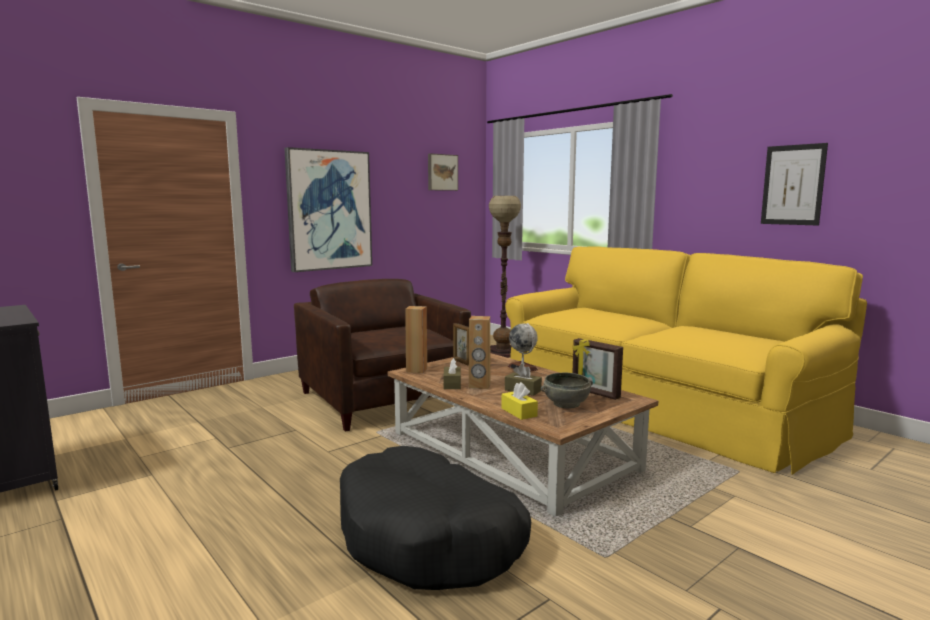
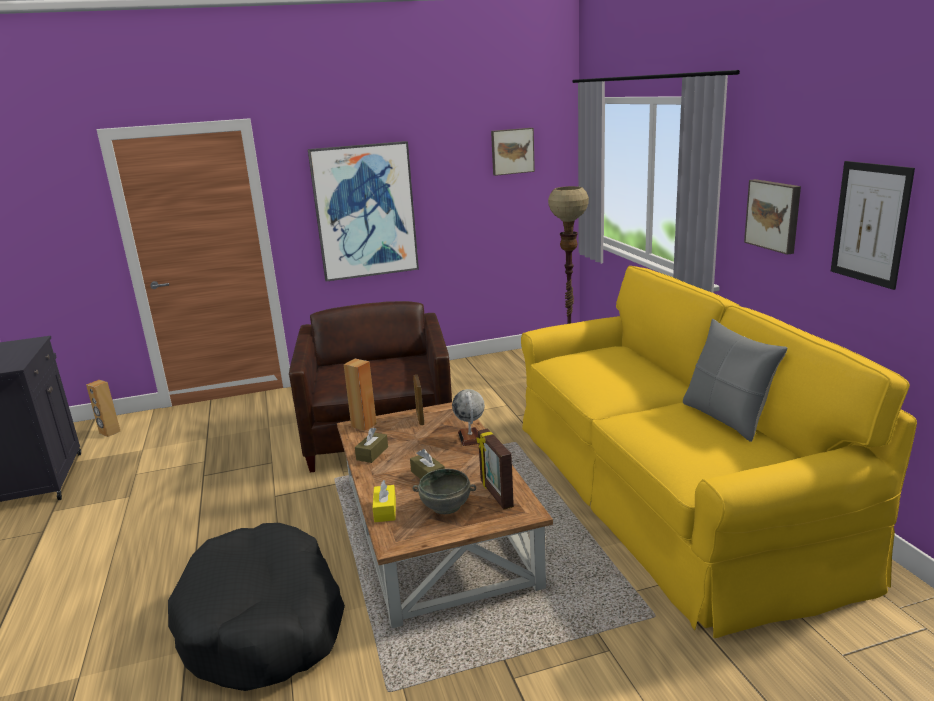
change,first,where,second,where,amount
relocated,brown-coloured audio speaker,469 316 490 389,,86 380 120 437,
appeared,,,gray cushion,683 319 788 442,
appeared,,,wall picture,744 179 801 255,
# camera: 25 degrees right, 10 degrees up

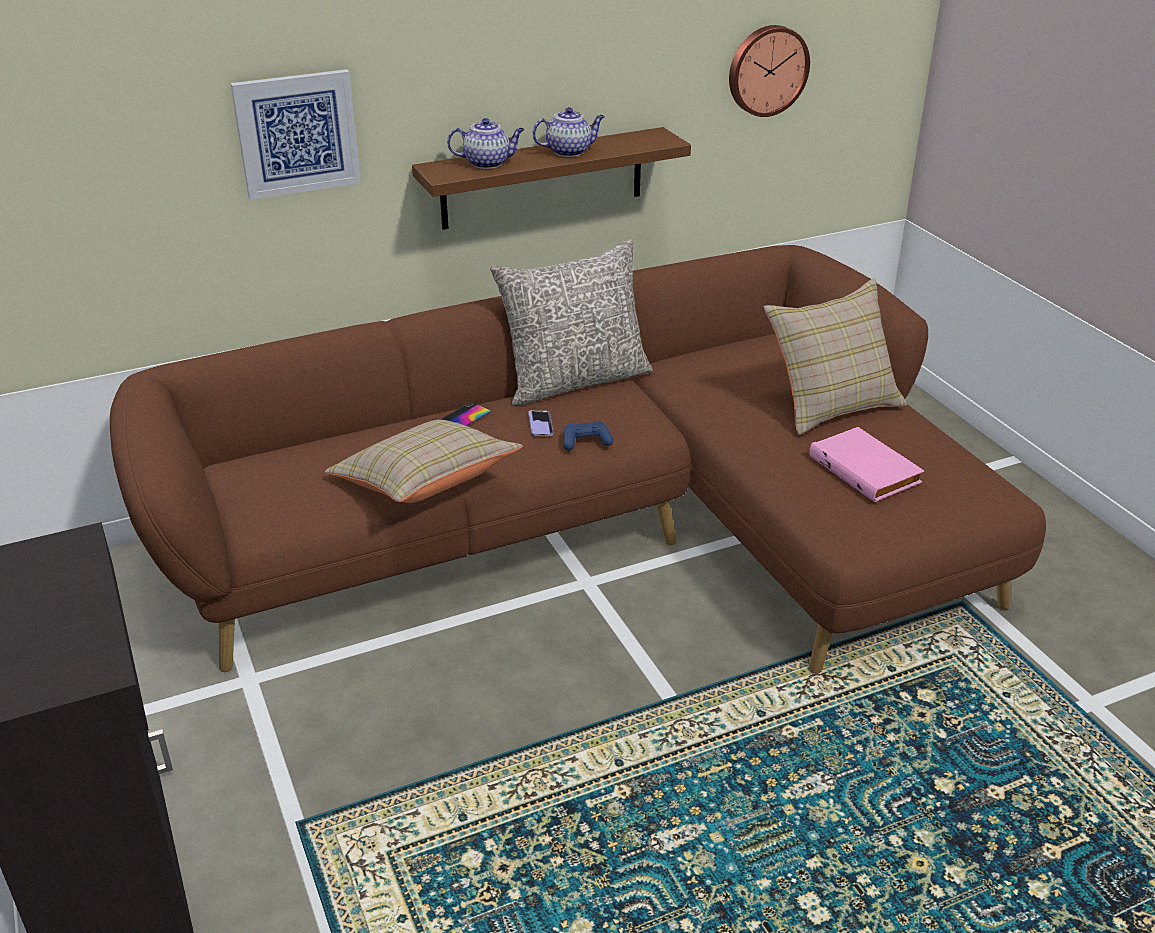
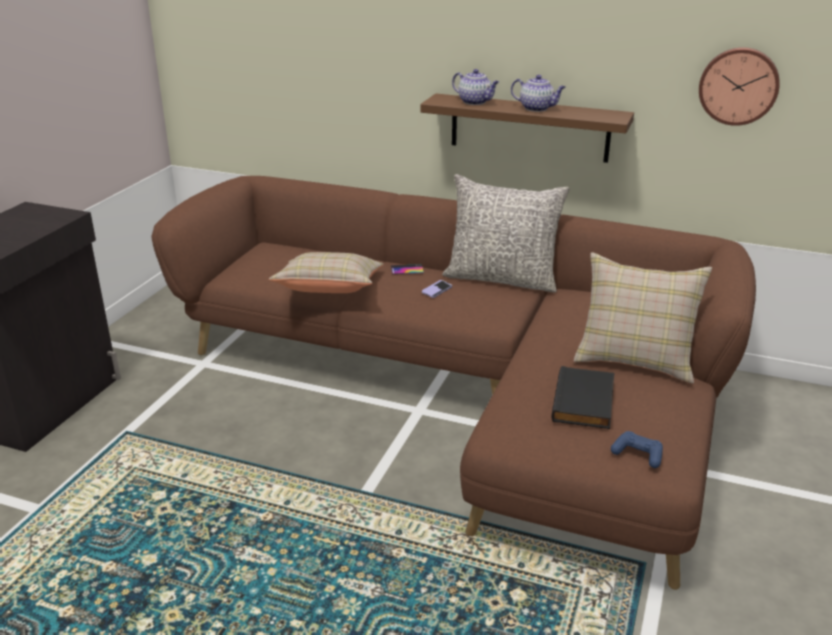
change,first,where,second,where,amount
colour,pinkish volume,809 427 924 502,blackish volume,551 366 615 429,
relocated,bluish game controller,563 421 614 451,,611 431 663 468,
missing,wall picture,231 69 361 200,,,
# camera: 45 degrees right, 5 degrees down

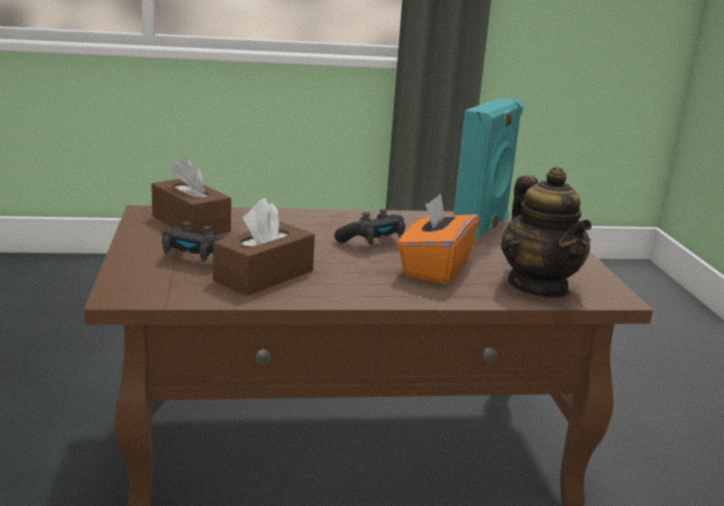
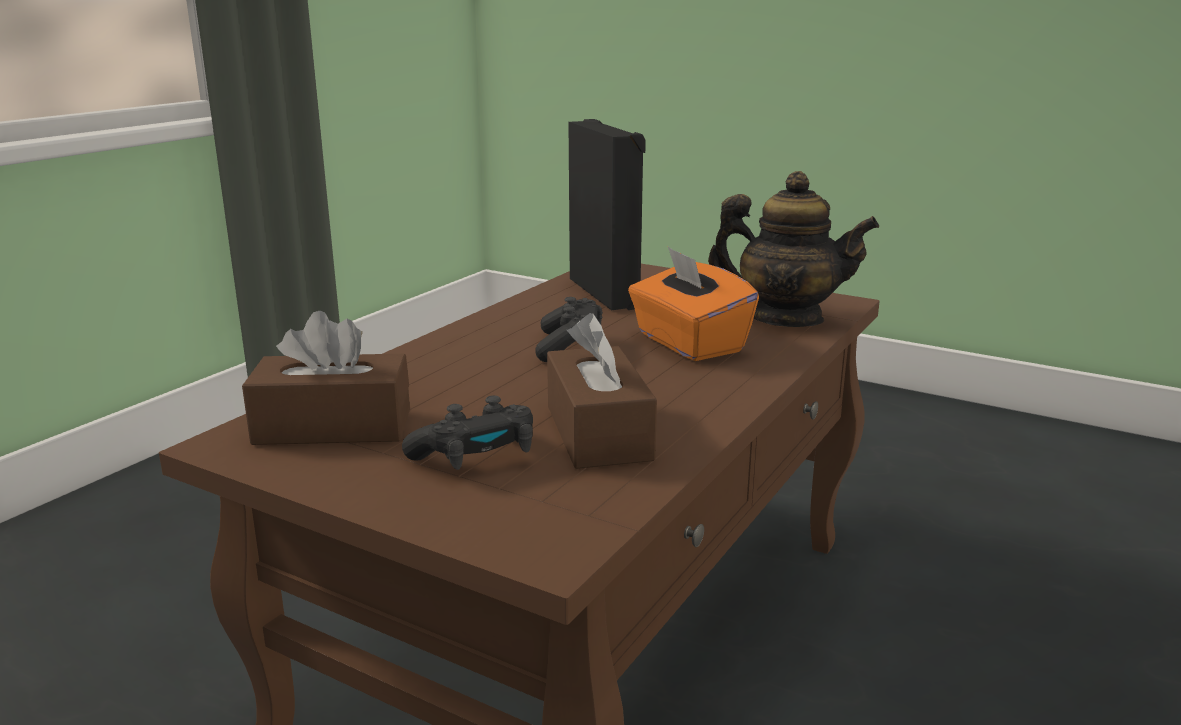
change,first,where,second,where,amount
colour,turquoise-coloured audio speaker,453 98 523 241,blackish audio speaker,568 119 646 310,
# camera: 50 degrees left, 0 degrees up

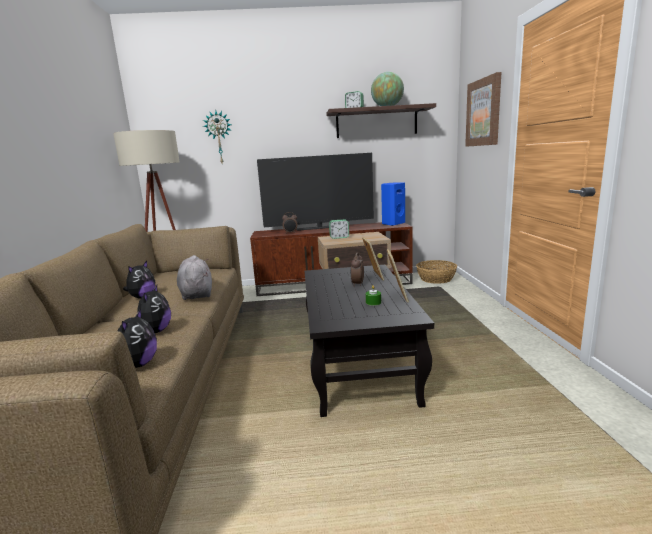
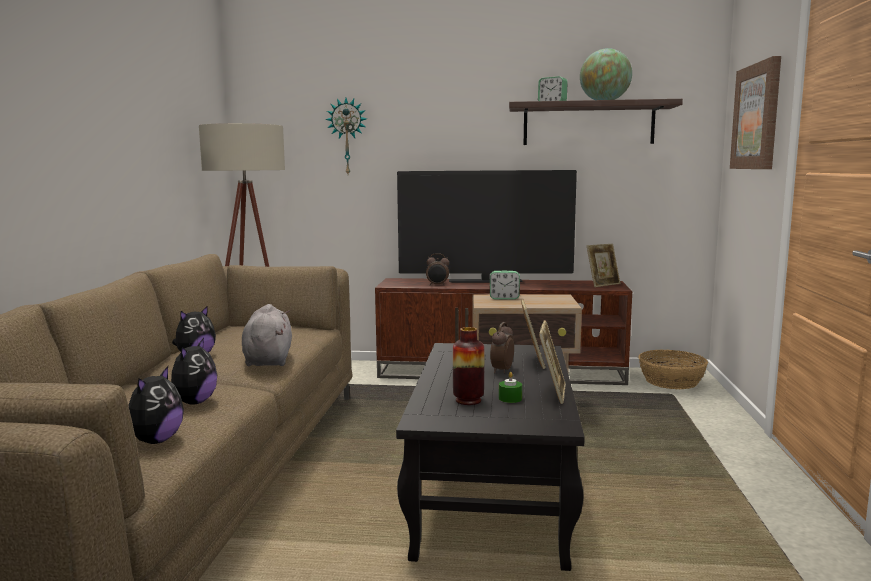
change,first,where,second,where,amount
appeared,,,flower vase,453 327 484 405,
exchanged,bluish audio speaker,381 183 405 226,photo frame,587 244 621 287,
# camera: 10 degrees right, 5 degrees down

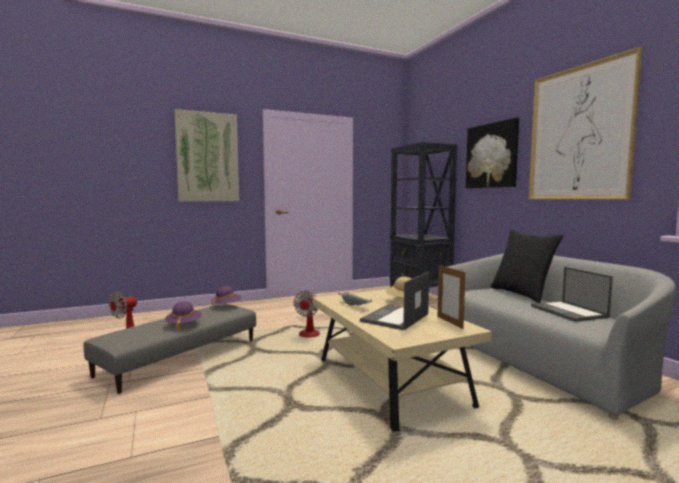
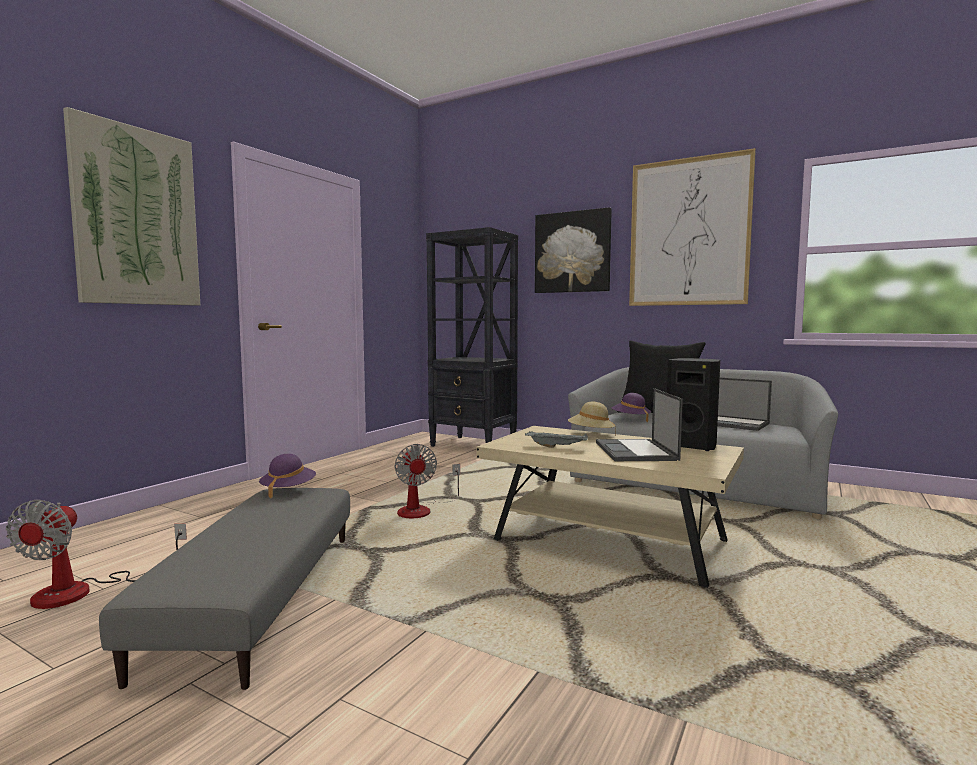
change,first,where,second,where,amount
relocated,purple wearable hat,165 301 202 331,,612 393 651 422,
exchanged,photo frame,438 264 465 329,blackish audio speaker,667 358 720 451,
# camera: 35 degrees left, 0 degrees up

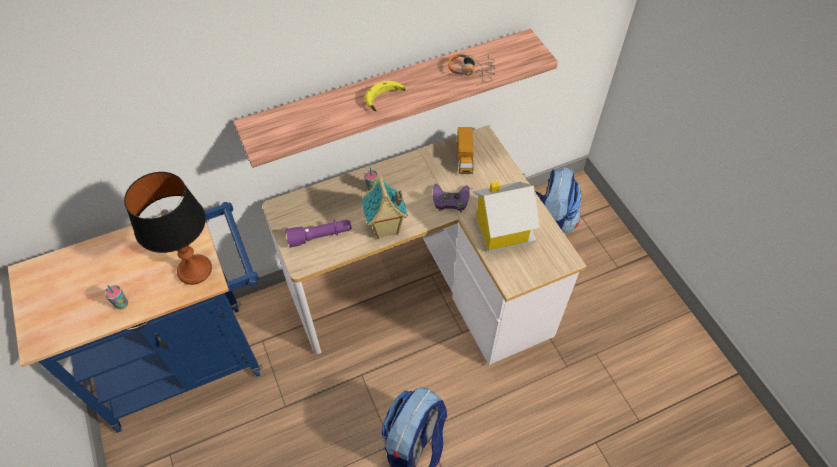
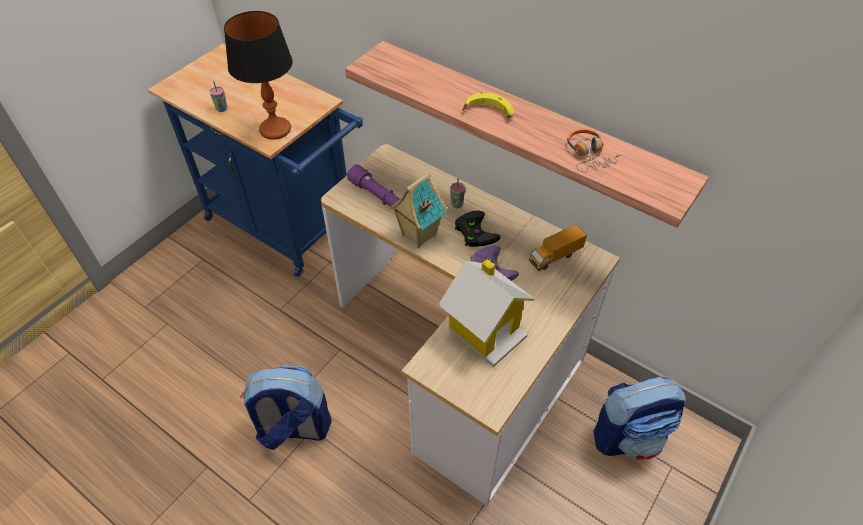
change,first,where,second,where,amount
appeared,,,blackish game controller,455 210 501 247,
# camera: 60 degrees right, 5 degrees down

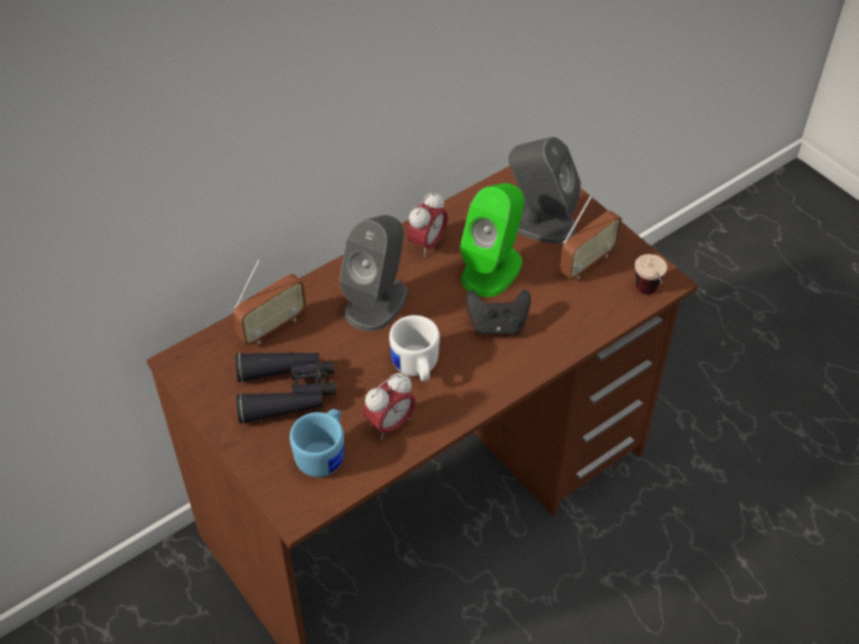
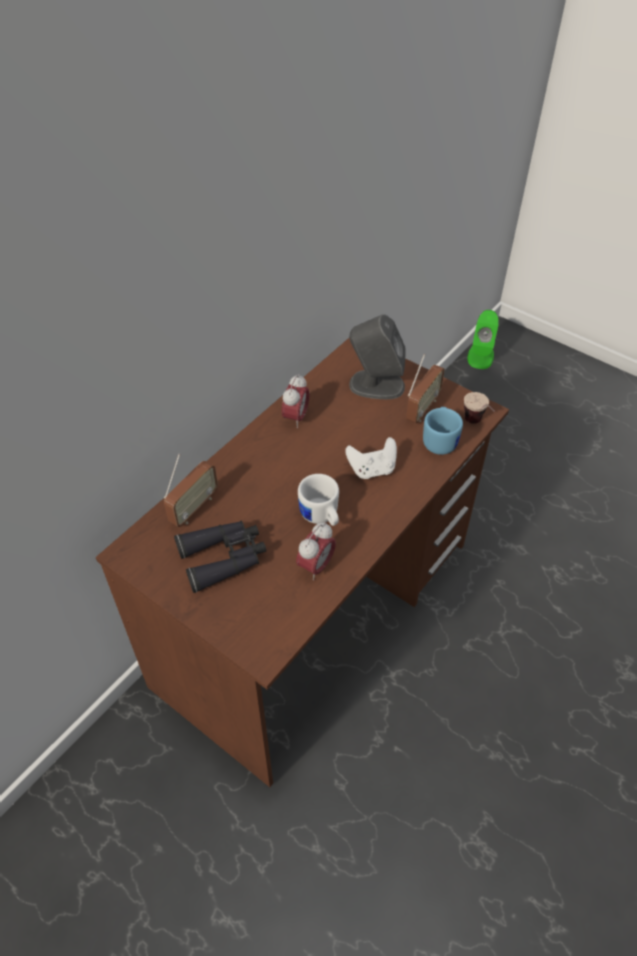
change,first,where,second,where,amount
colour,blackish game controller,466 290 531 335,white game controller,345 437 397 479,
relocated,bluish coffee mug,290 409 344 477,,423 407 463 455,
relocated,green audio speaker,460 183 524 297,,468 310 499 369,
missing,gray audio speaker,339 215 408 332,,,
# camera: 15 degrees left, 0 degrees up

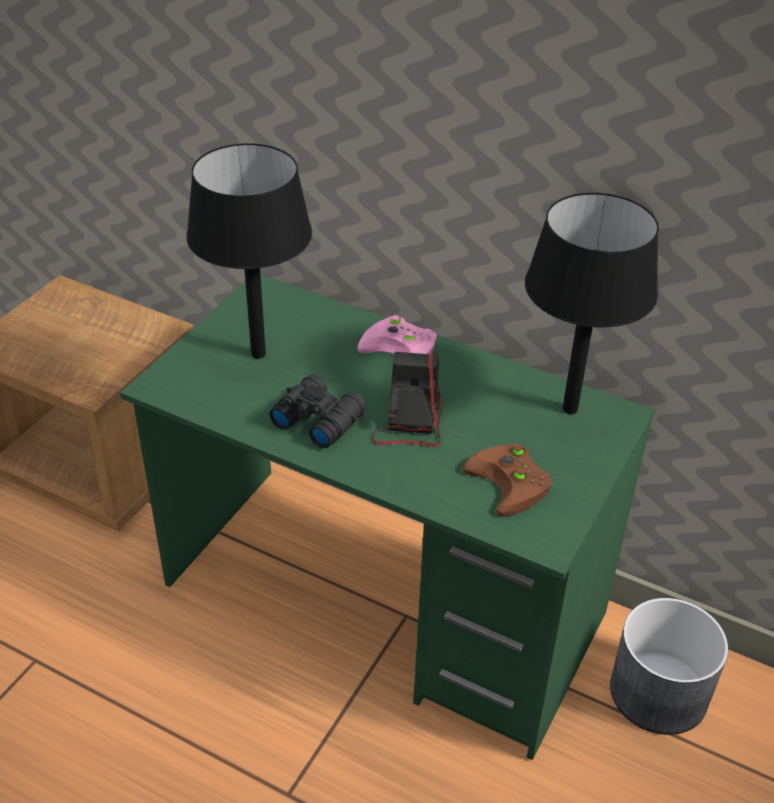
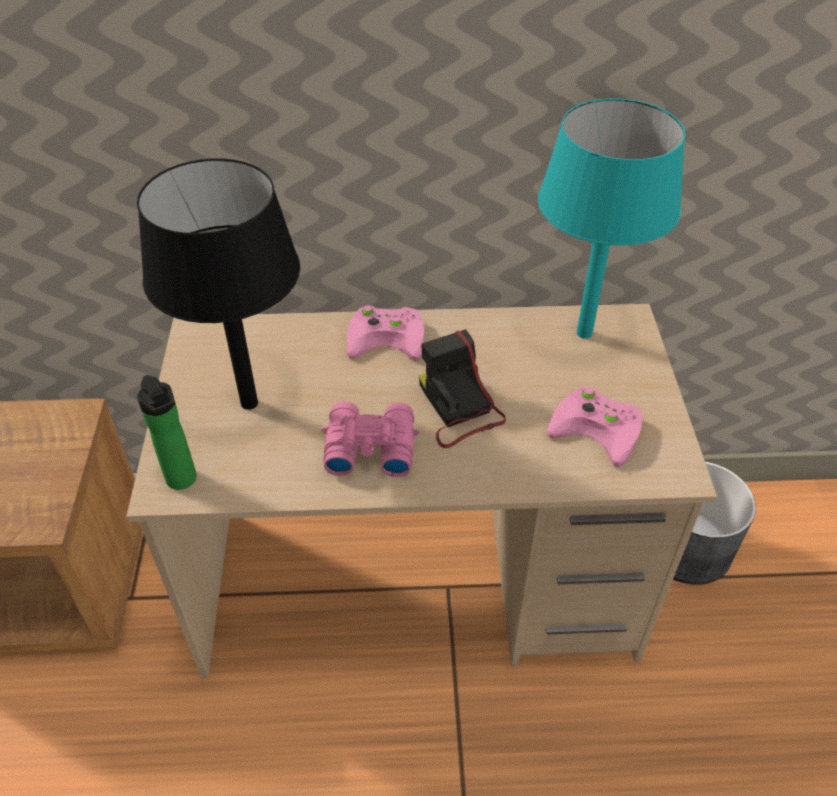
change,first,where,second,where,amount
colour,green desk,120 274 655 760,sand-coloured desk,126 304 717 679,
appeared,,,drink bottle,137 375 197 490,
colour,blackish binoculars,270 374 366 448,pinkish binoculars,321 401 419 477,
colour,blackish tabletop lamp,525 193 659 414,turquoise-coloured tabletop lamp,538 98 685 339,
colour,brown-coloured game controller,462 444 552 517,pinkish game controller,547 387 642 467,
# camera: 30 degrees left, 5 degrees up

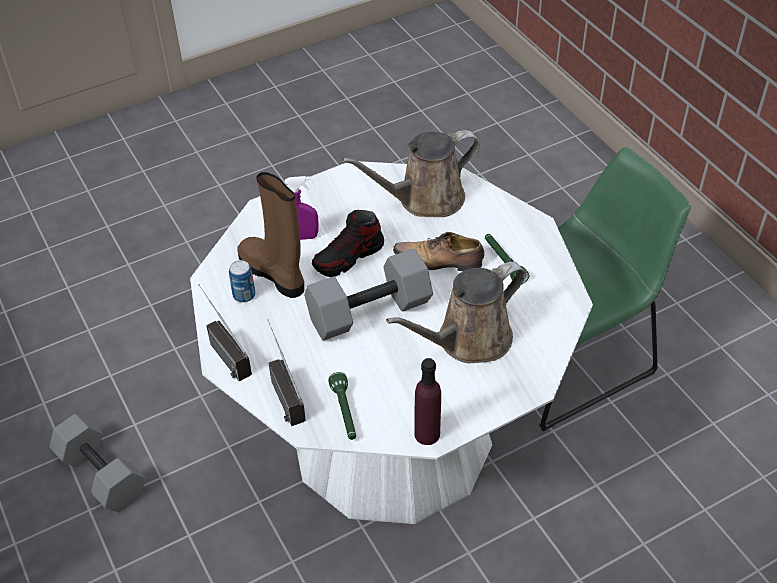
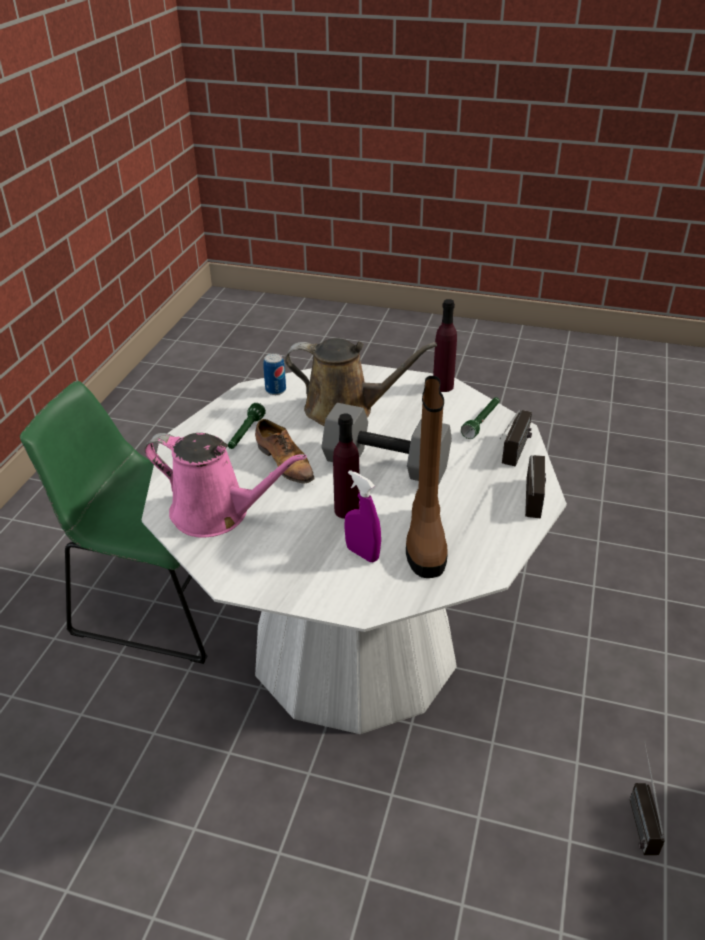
change,first,where,second,where,amount
colour,brown-coloured sprinkling can,342 130 480 217,pinkish sprinkling can,145 433 306 538,
relocated,sealed can,229 260 255 303,,263 353 286 395,
exchanged,item of footwear,312 210 384 277,purple drink bottle,333 414 360 519,
exchanged,gray free weight,49 414 146 512,radio set,630 741 665 855,
# camera: 135 degrees left, 10 degrees down

